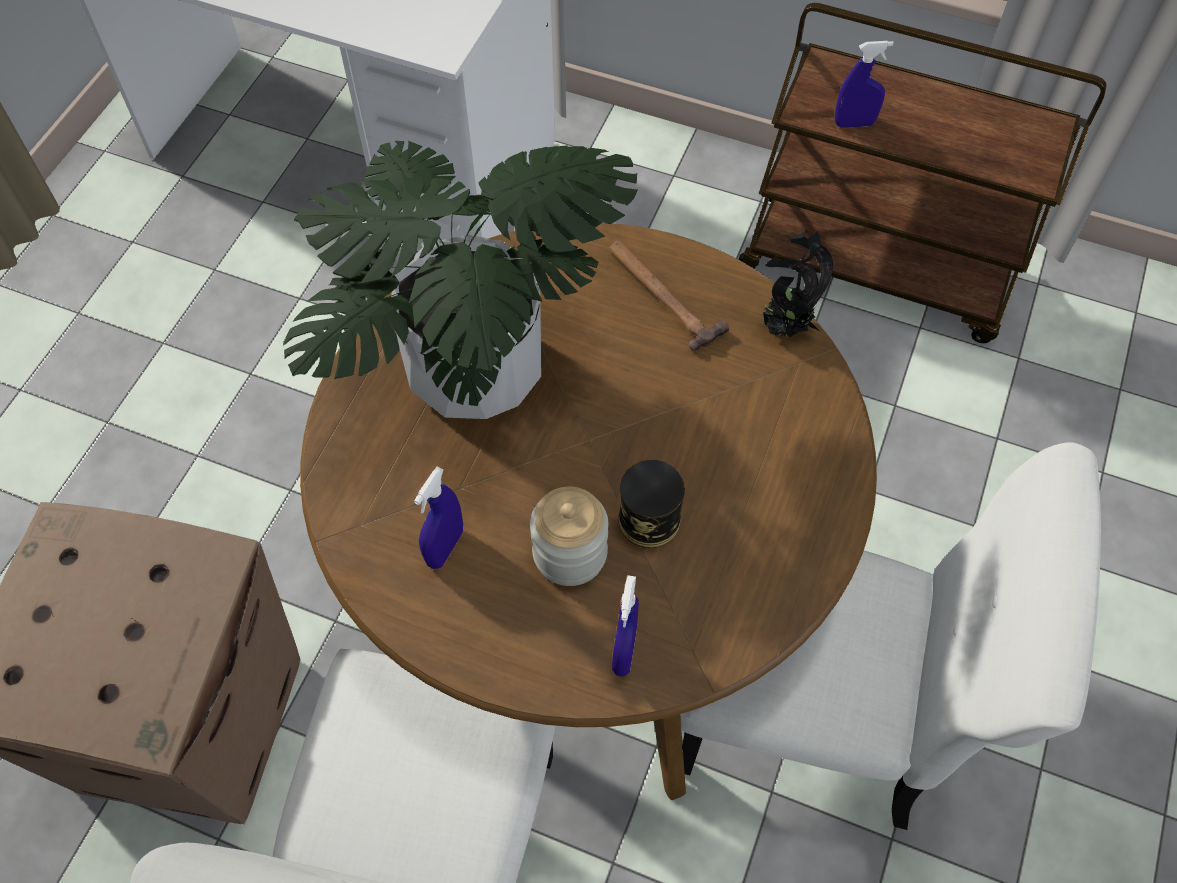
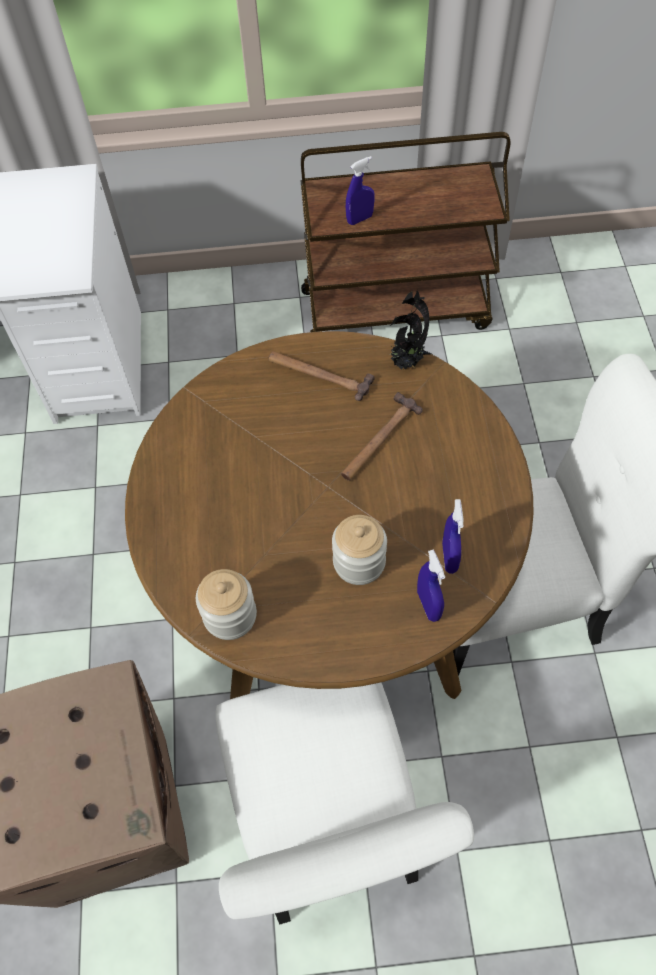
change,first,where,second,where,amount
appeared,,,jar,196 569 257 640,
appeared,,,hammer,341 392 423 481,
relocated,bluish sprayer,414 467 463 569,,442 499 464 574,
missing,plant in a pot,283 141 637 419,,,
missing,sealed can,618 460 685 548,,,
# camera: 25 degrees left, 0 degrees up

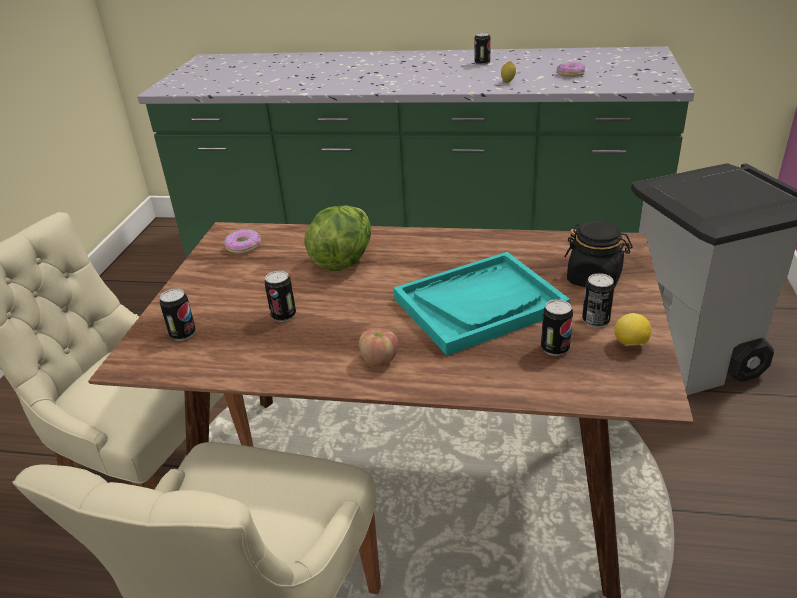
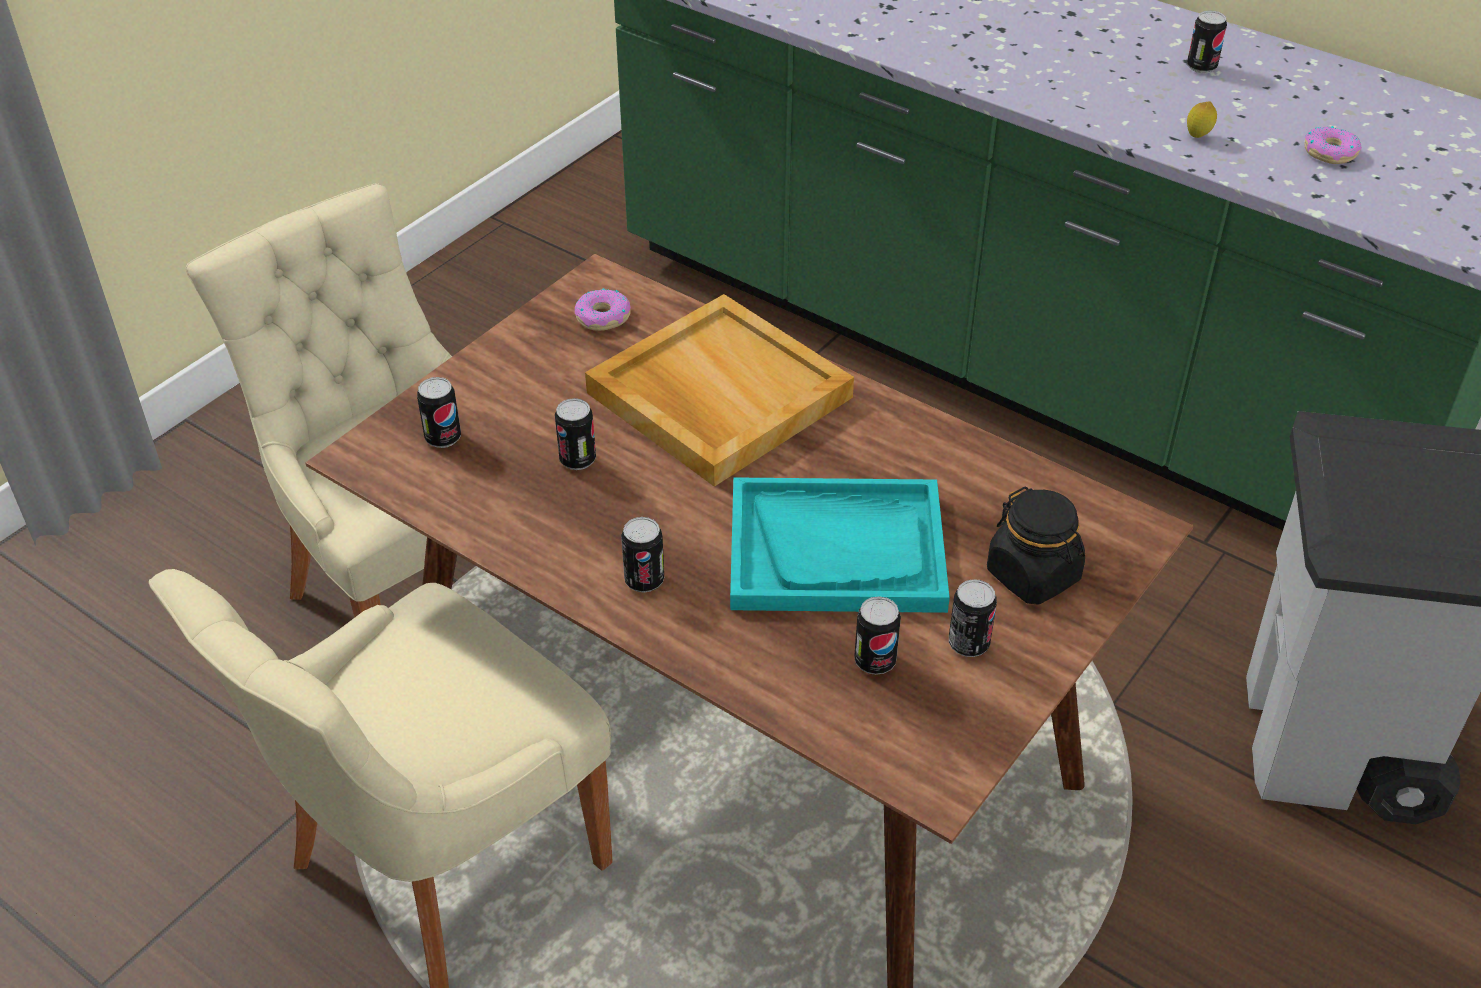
change,first,where,second,where,amount
exchanged,head of lettuce,304 205 371 271,sand-coloured tray,585 294 854 487,
exchanged,apple,359 328 398 366,sealed can,621 517 664 593,
missing,whole lemon,614 313 651 346,,,
# camera: 25 degrees right, 10 degrees up

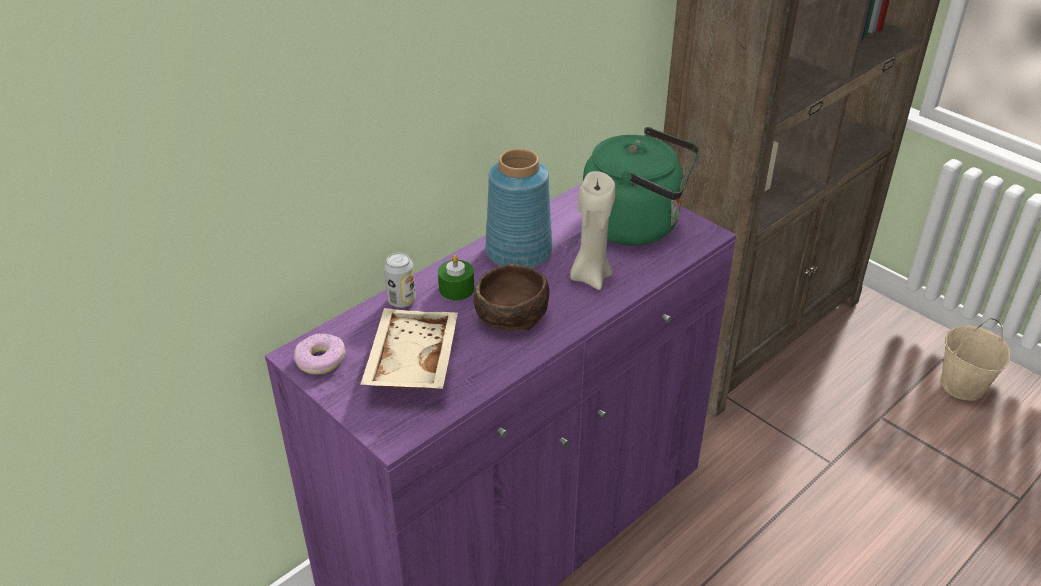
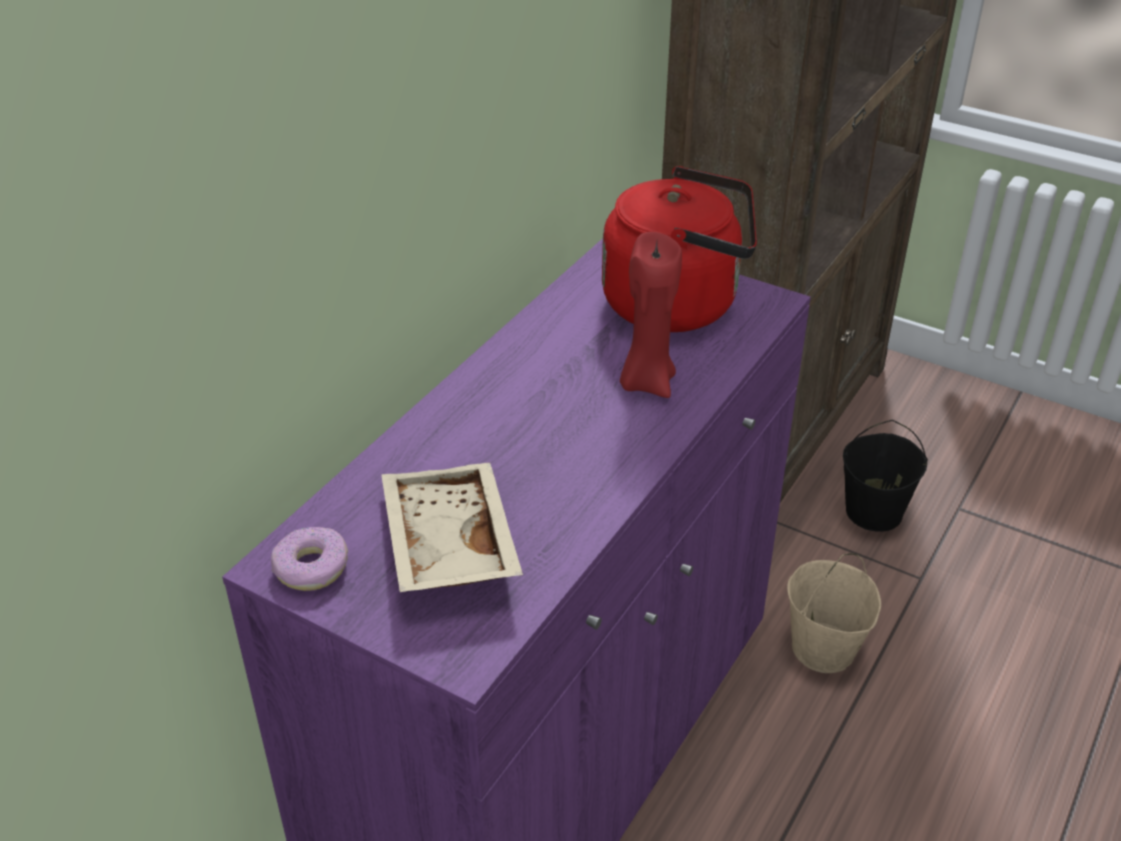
change,first,where,second,where,amount
colour,green water kettle,583 127 699 246,reddish water kettle,602 166 757 332,
colour,sand-coloured candle,570 171 616 290,reddish candle,620 232 682 398,
relocated,sand-coloured water bucket,941 318 1010 401,,787 553 881 673,
appeared,,,blackish water bucket,843 420 928 532,
missing,sealed can,384 253 416 308,,,
missing,green candle,438 255 474 300,,,
missing,brown-coloured bowl,474 264 549 331,,,
missing,bluish flower vase,485 149 552 268,,,
# camera: 15 degrees left, 0 degrees up

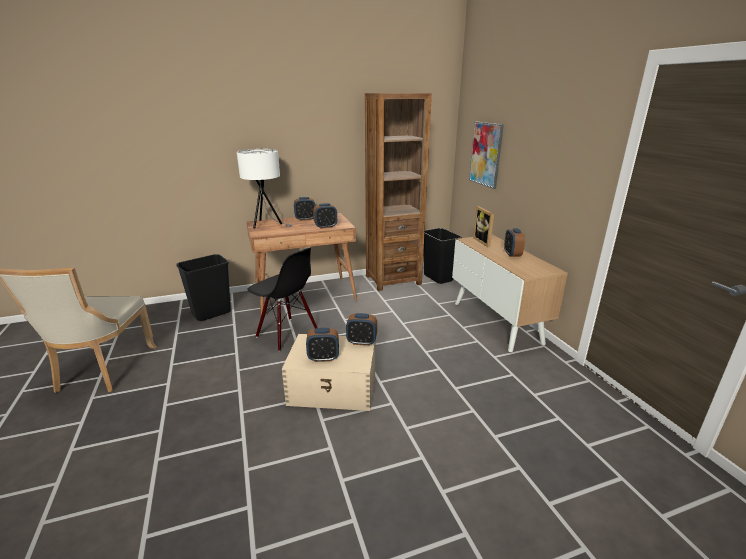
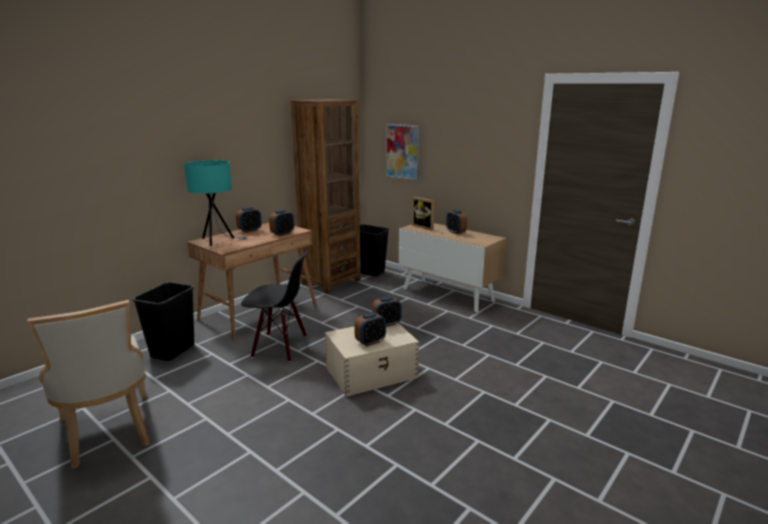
change,first,where,second,where,amount
colour,white tabletop lamp,237 149 292 228,turquoise-coloured tabletop lamp,184 160 247 246,
# camera: 30 degrees left, 5 degrees down

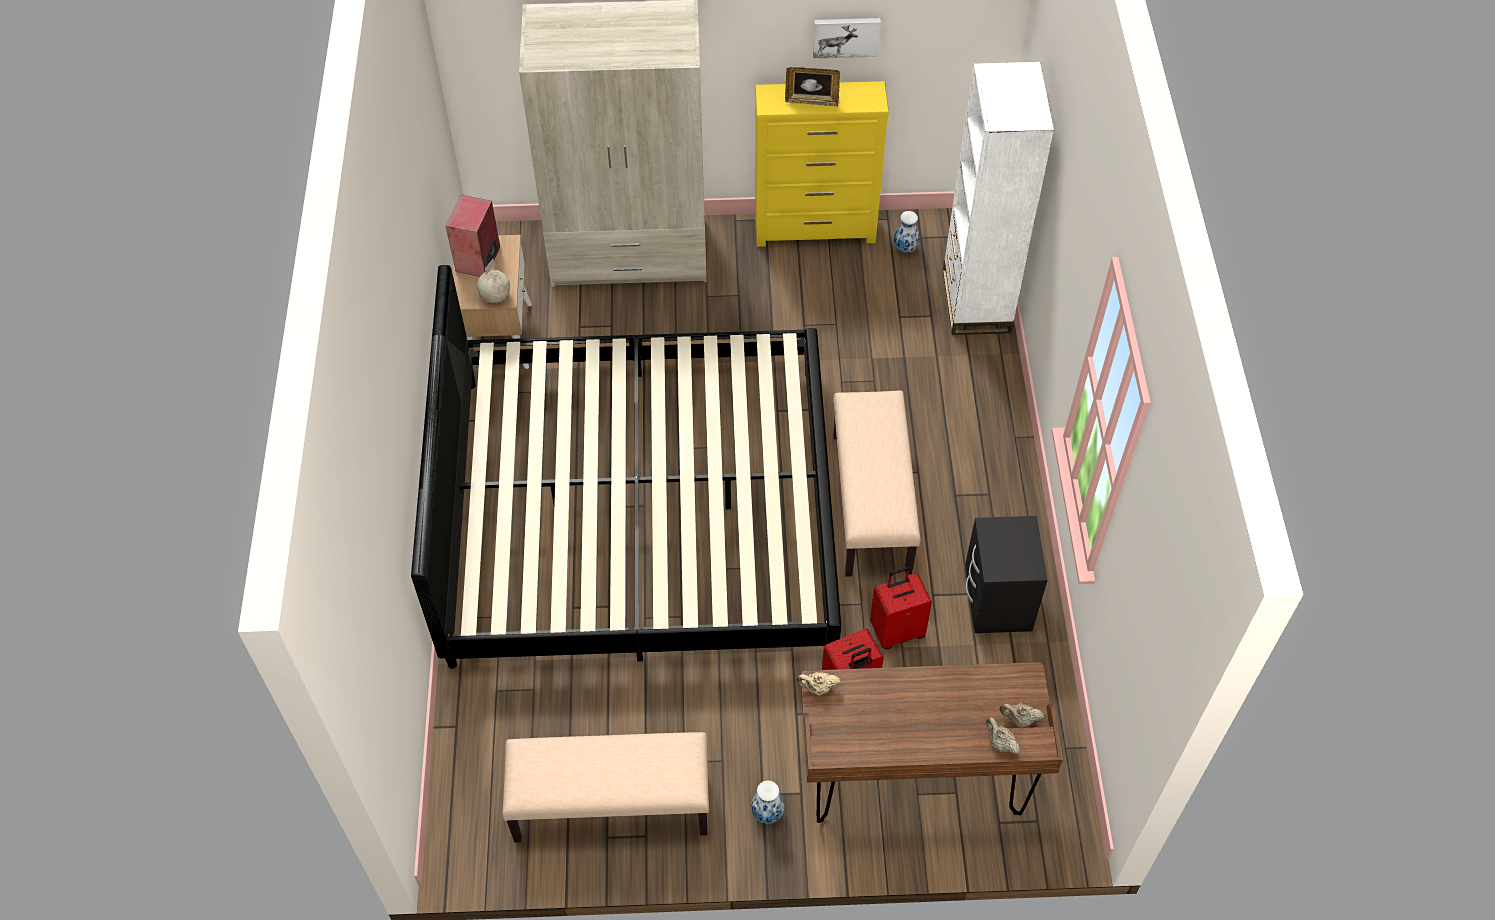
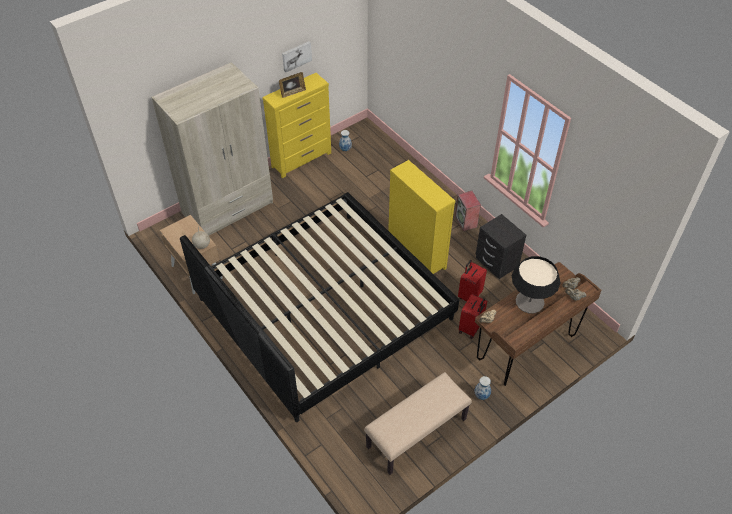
change,first,where,second,where,amount
exchanged,sand-coloured indoor bench,833 390 920 577,yellow-coloured chest of drawers,388 160 455 274,
relocated,audio speaker,446 195 500 277,,455 191 481 231,
appeared,,,tabletop lamp,512 256 560 313,
missing,white bookshelf,943 62 1054 335,,,
# camera: 35 degrees left, 5 degrees down

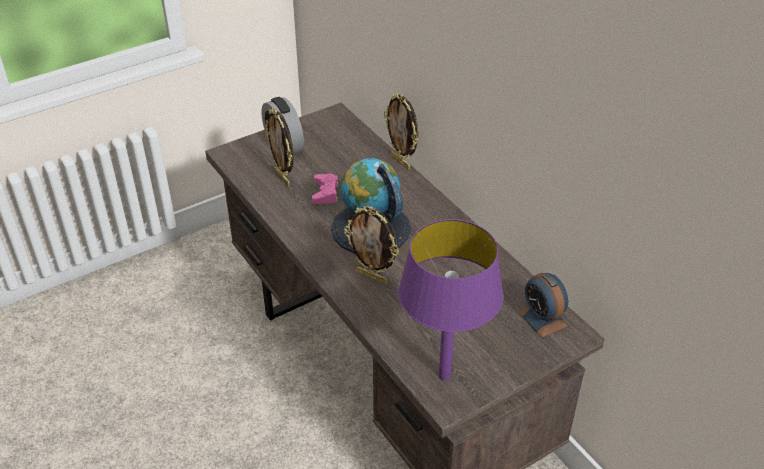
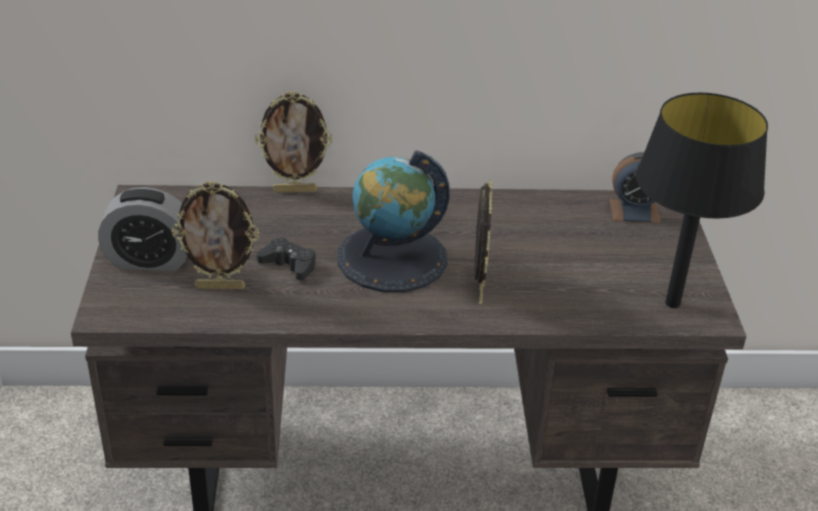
change,first,where,second,where,amount
colour,pinkish game controller,312 174 339 204,blackish game controller,256 237 316 280,
spun,photo frame,344 206 399 284,,474 181 492 304,60 degrees counterclockwise
colour,purple tabletop lamp,398 219 503 381,blackish tabletop lamp,636 93 768 308,
# camera: 60 degrees left, 5 degrees down

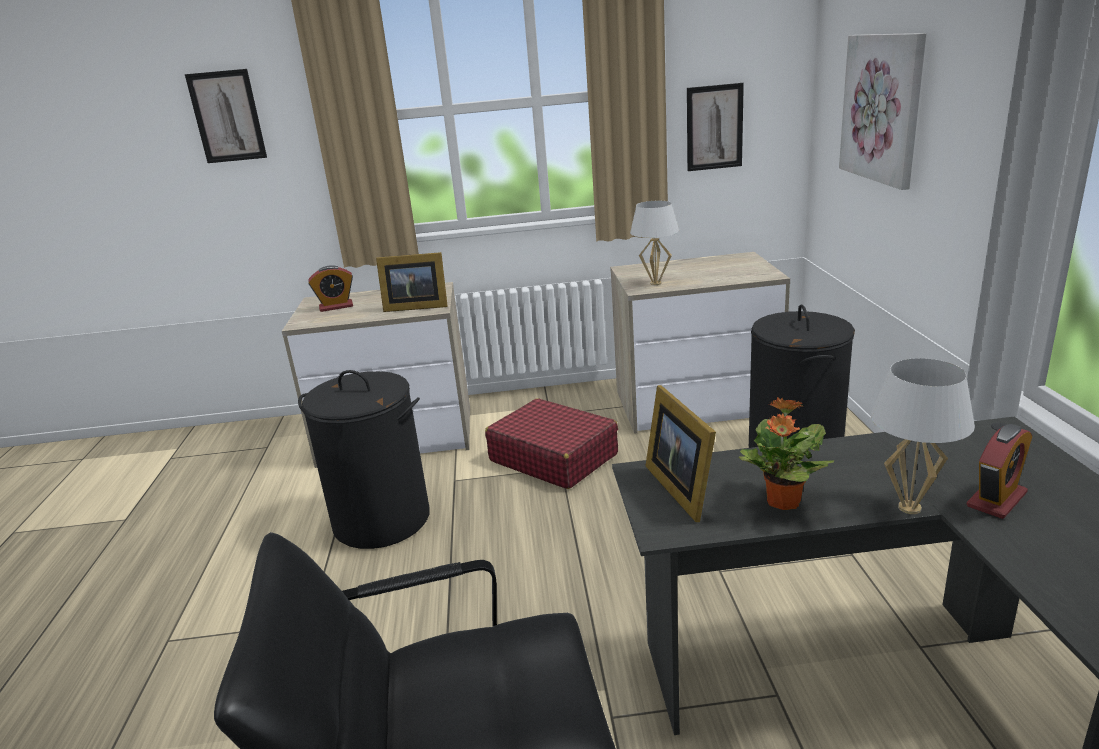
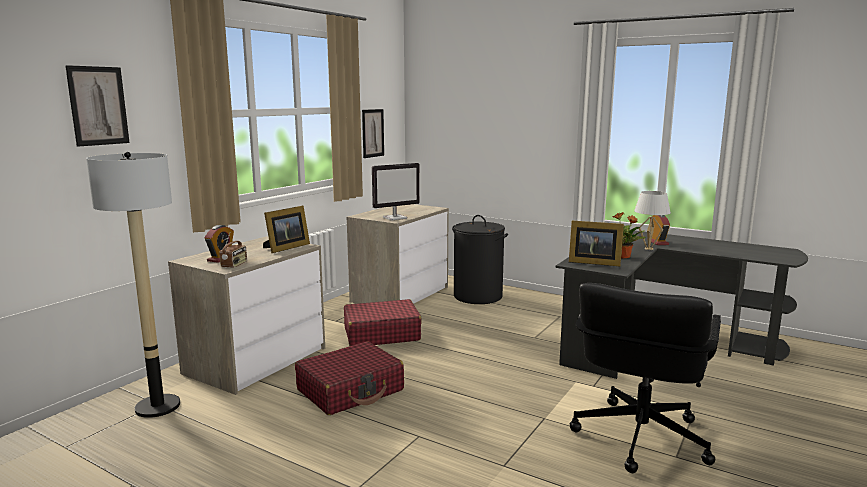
change,first,where,second,where,amount
appeared,,,floor lamp,86 152 180 418,
appeared,,,radio set,219 233 247 268,
exchanged,blackish laundry basket,298 370 429 549,reddish piece of luggage,295 341 404 415,
exchanged,white tabletop lamp,630 201 679 285,computer screen,372 163 420 220,
missing,wall picture,839 33 926 190,,,
# camera: 55 degrees left, 10 degrees down

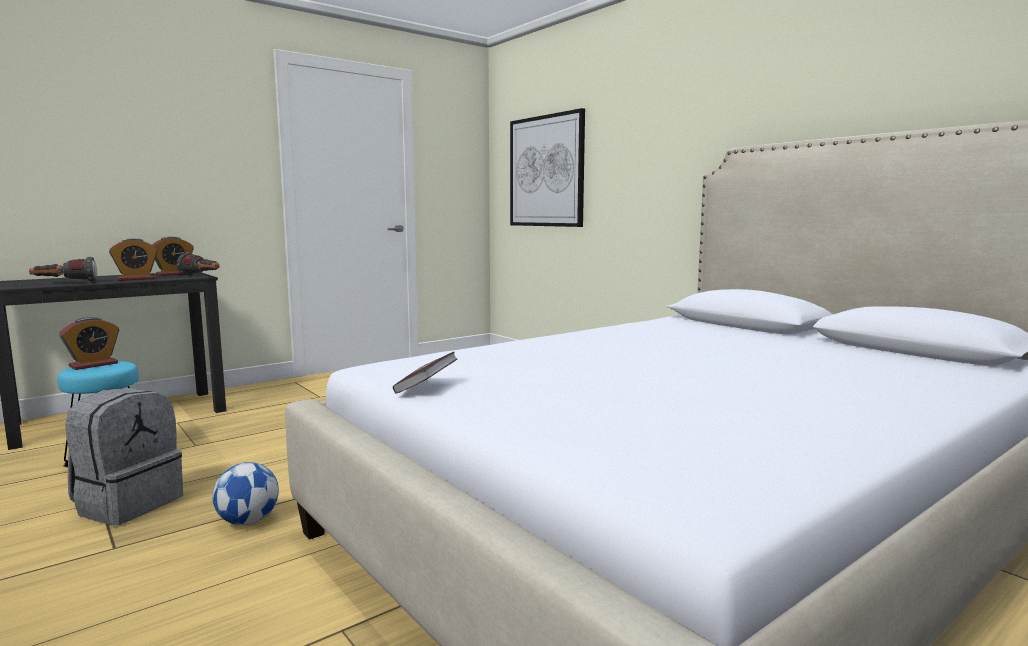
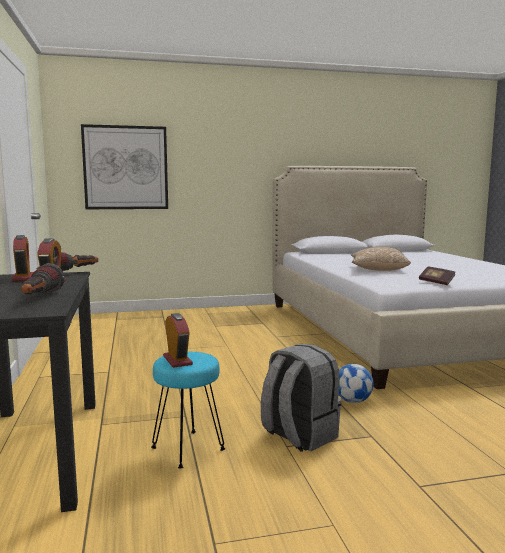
change,first,where,second,where,amount
appeared,,,cushion,351 247 411 271,
# camera: 65 degrees left, 0 degrees up

